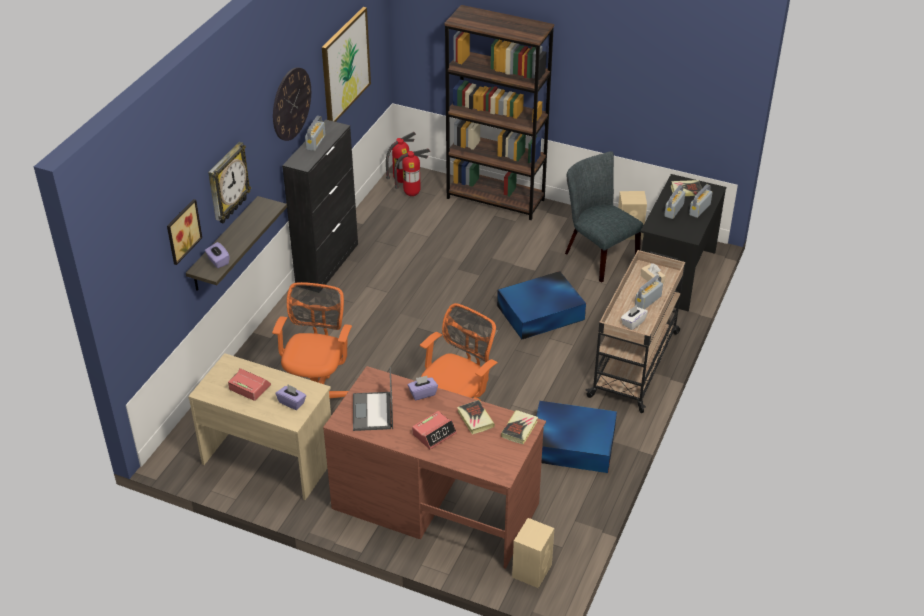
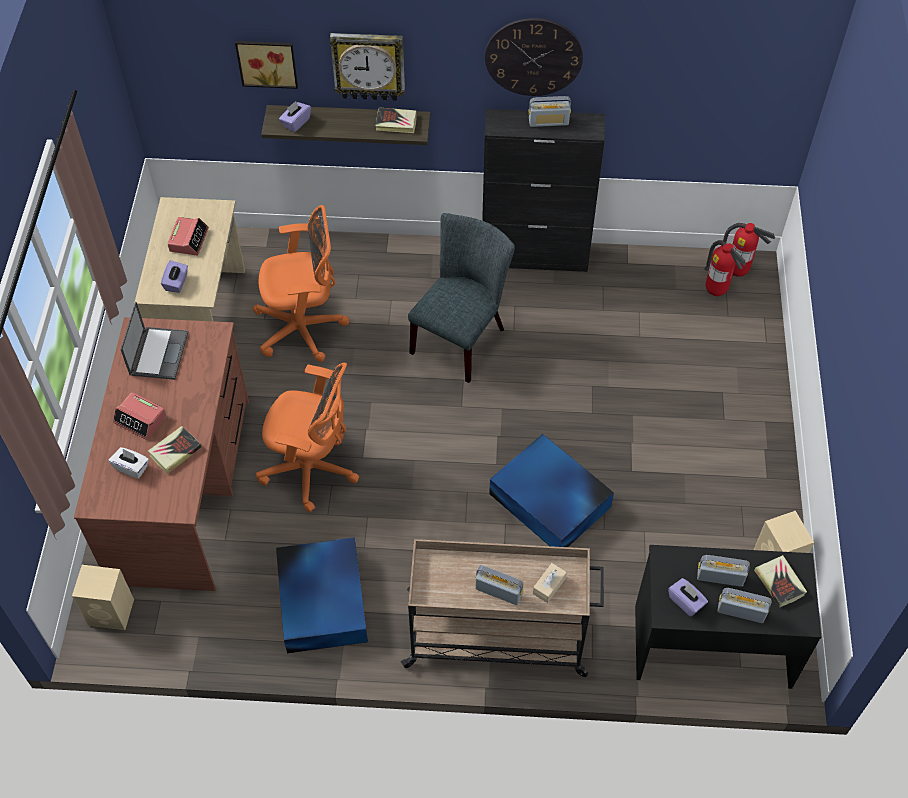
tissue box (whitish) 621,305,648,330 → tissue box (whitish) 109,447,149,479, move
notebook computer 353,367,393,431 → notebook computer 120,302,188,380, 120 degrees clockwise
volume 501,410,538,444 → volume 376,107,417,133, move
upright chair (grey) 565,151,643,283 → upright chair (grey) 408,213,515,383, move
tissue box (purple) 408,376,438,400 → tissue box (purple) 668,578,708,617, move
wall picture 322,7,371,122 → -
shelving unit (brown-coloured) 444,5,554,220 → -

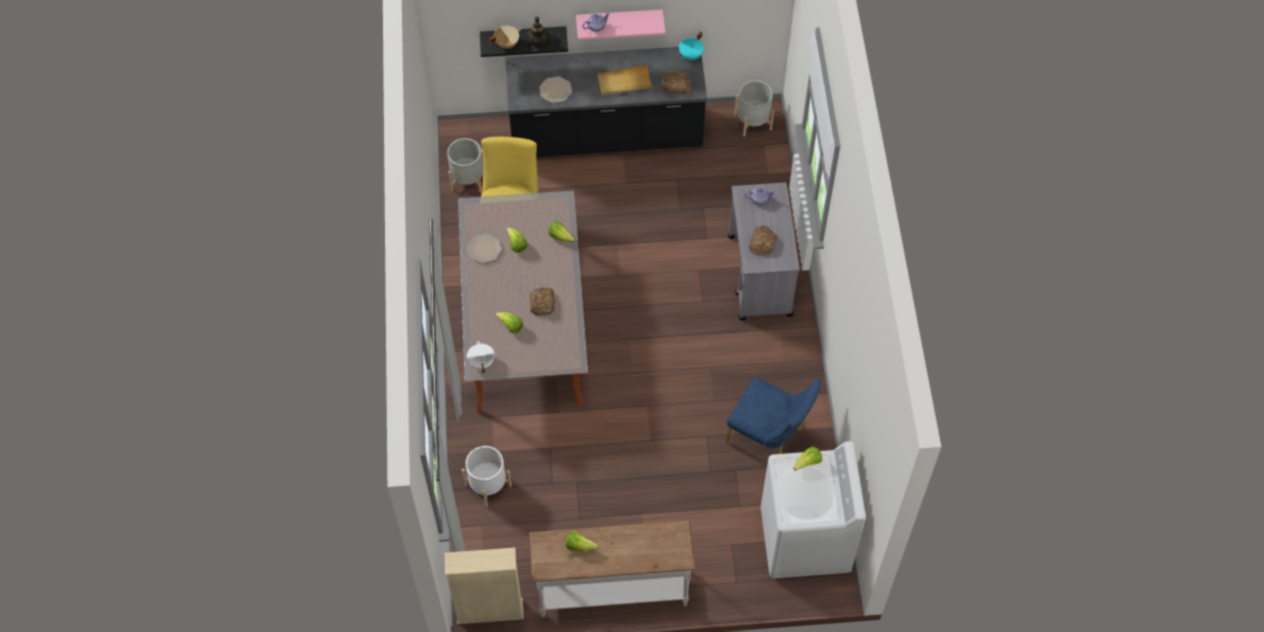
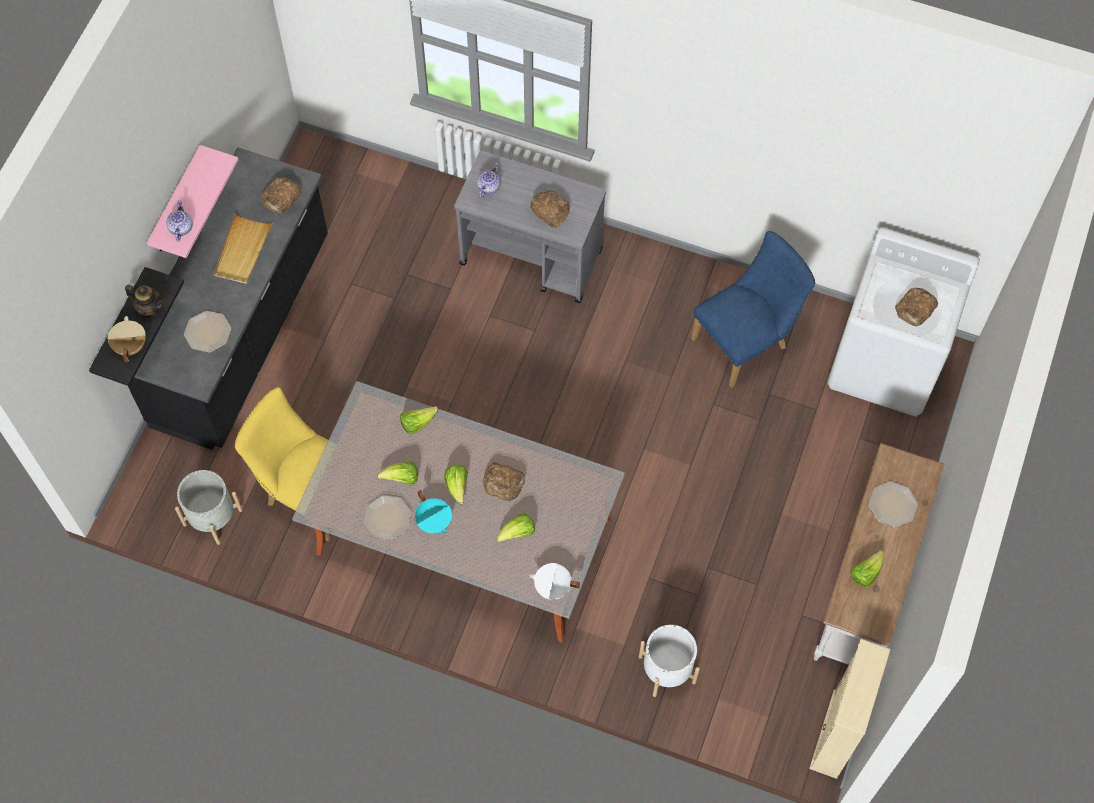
saucepot (turquoise-coloured) 679,31,704,60 → saucepot (turquoise-coloured) 415,490,452,534, move
lettuce 793,446,822,471 → lettuce 444,465,468,504, move
- → plate 869,482,918,527
- → bakery bread 895,288,938,326
flower pot (grey) 734,80,774,137 → -

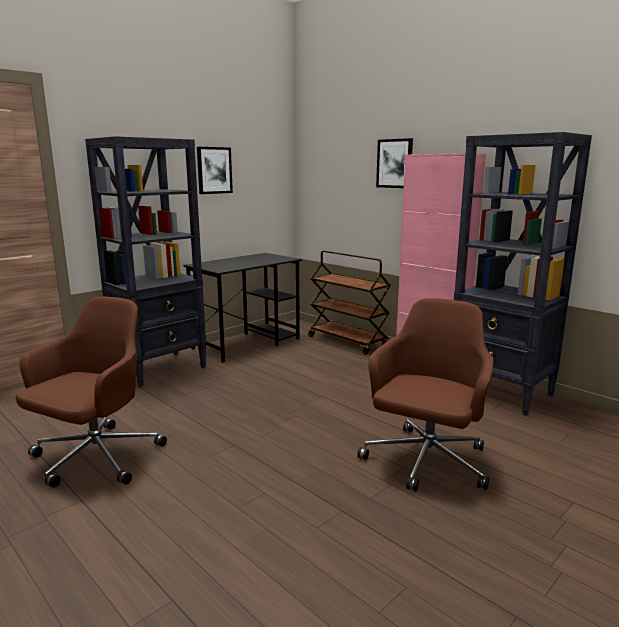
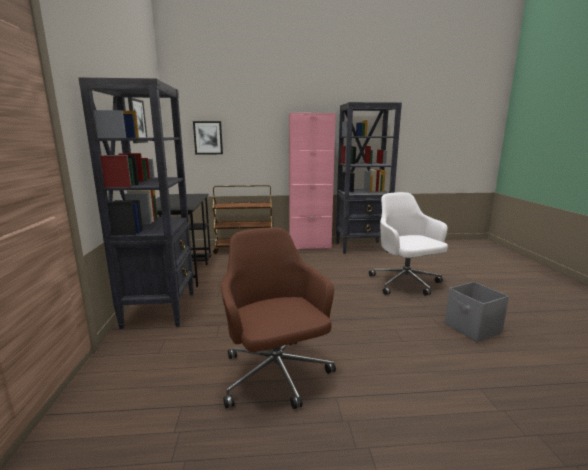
wall picture 376,138,413,188 → wall picture 193,121,223,154, move
office chair (brown-coloured) 357,298,493,491 → office chair (whitish) 369,192,448,296
- → storage box (grey) 445,282,509,342

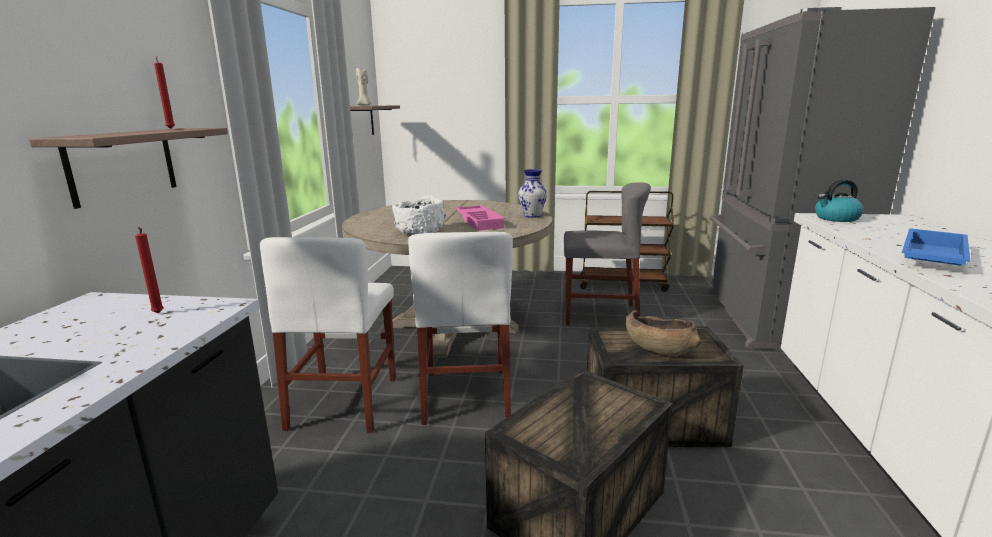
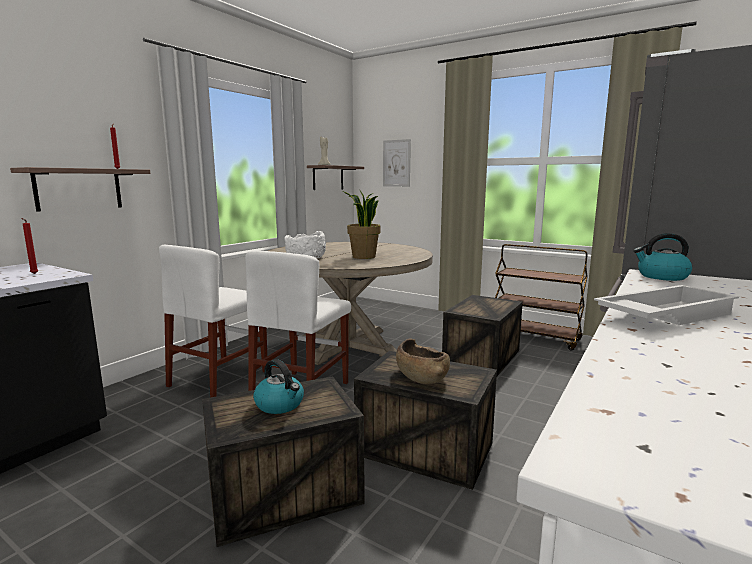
- → kettle 253,359,304,414
tray (pink) 455,205,506,231 → plant in a pot 343,191,380,259
- → wall picture 383,139,411,187
upright chair (grey) 564,182,651,326 → crate 442,295,523,376
tray (bluish) 902,228,970,266 → tray (whitish) 594,285,739,325
flower vase 518,169,547,218 → -

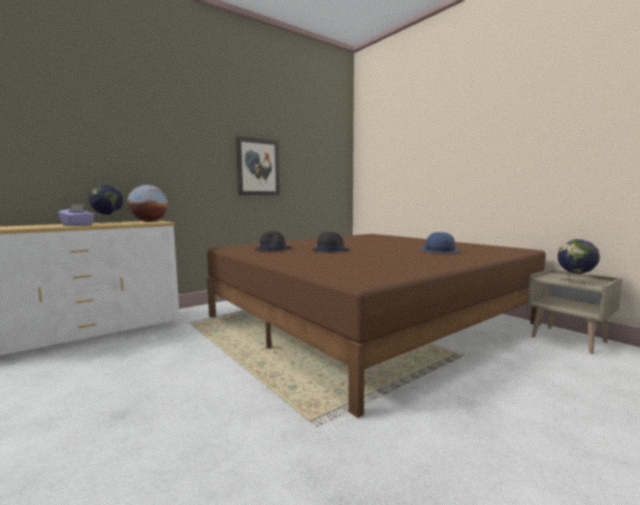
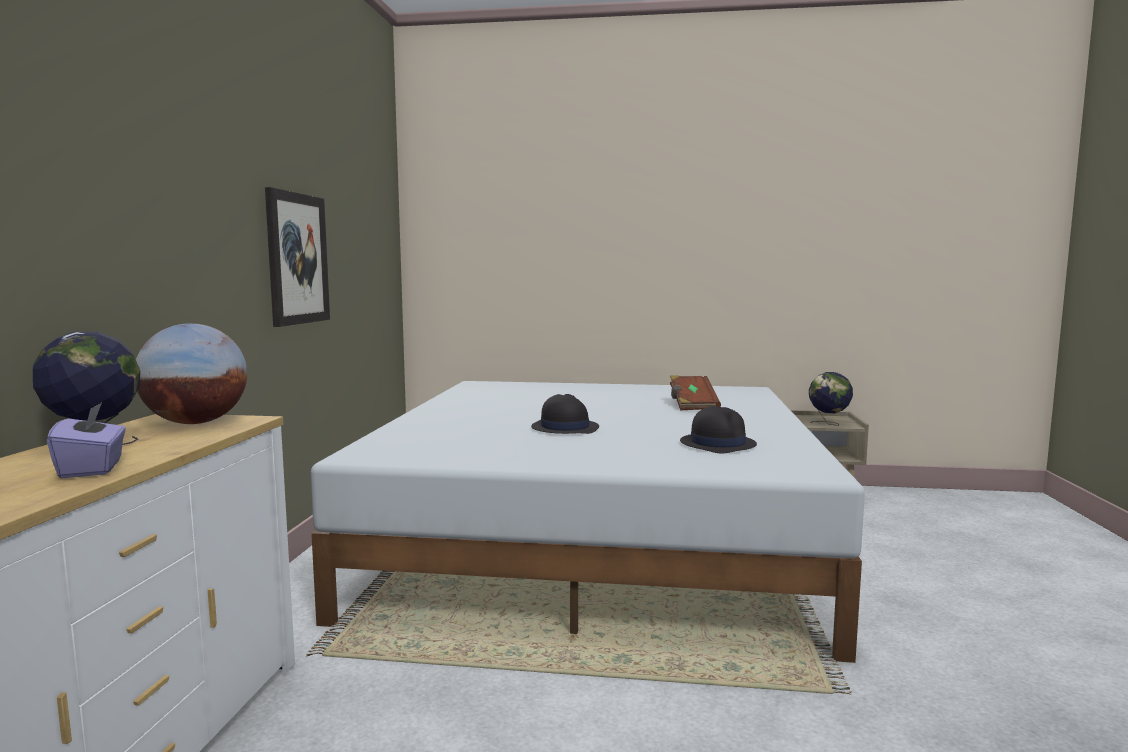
bedroom bed (brown-coloured) 207,234,546,418 → bedroom bed (whitish) 311,381,865,663
clothing hat (bluish) 420,232,461,253 → volume (brown-coloured) 670,375,721,410
clothing hat (black) 255,231,291,251 → clothing hat (black) 680,406,757,454, move

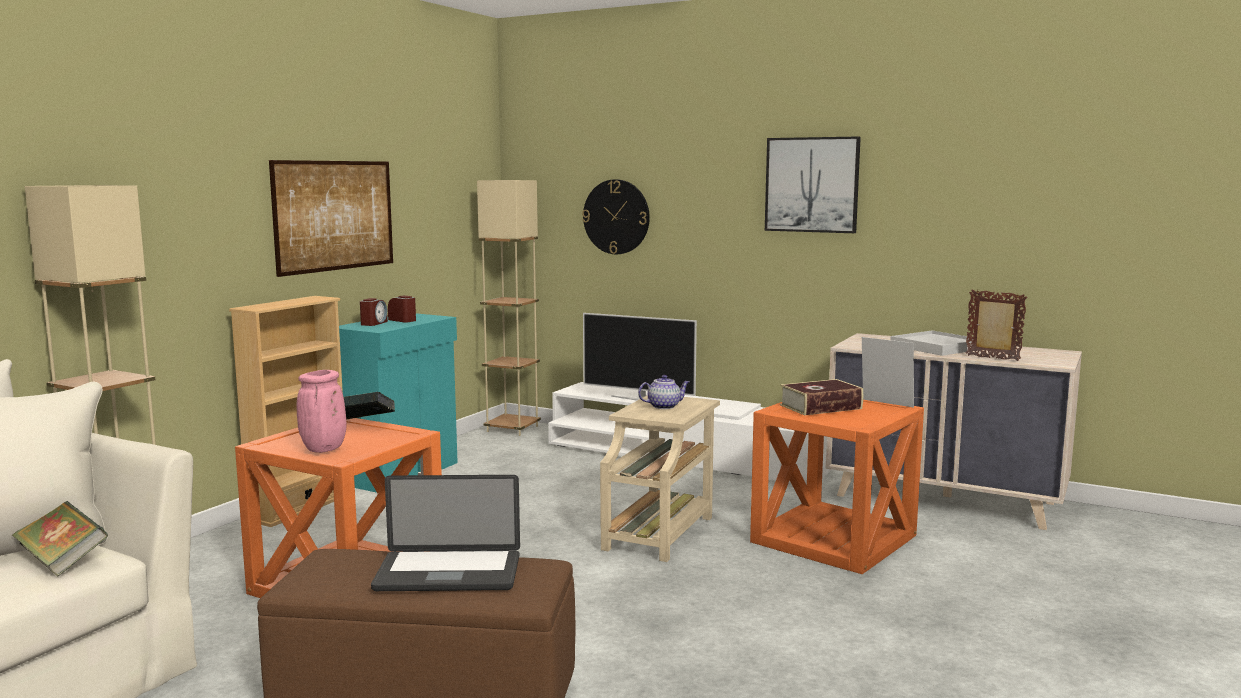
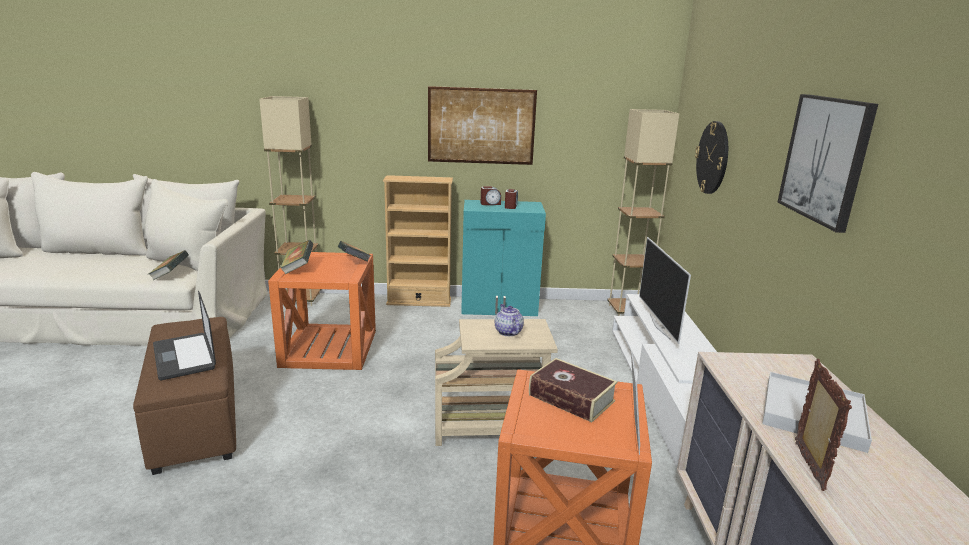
flower vase (pink) 297,370,347,453 → volume 280,240,314,274
teapot 638,375,689,409 → teapot 495,304,524,336, 150 degrees counterclockwise

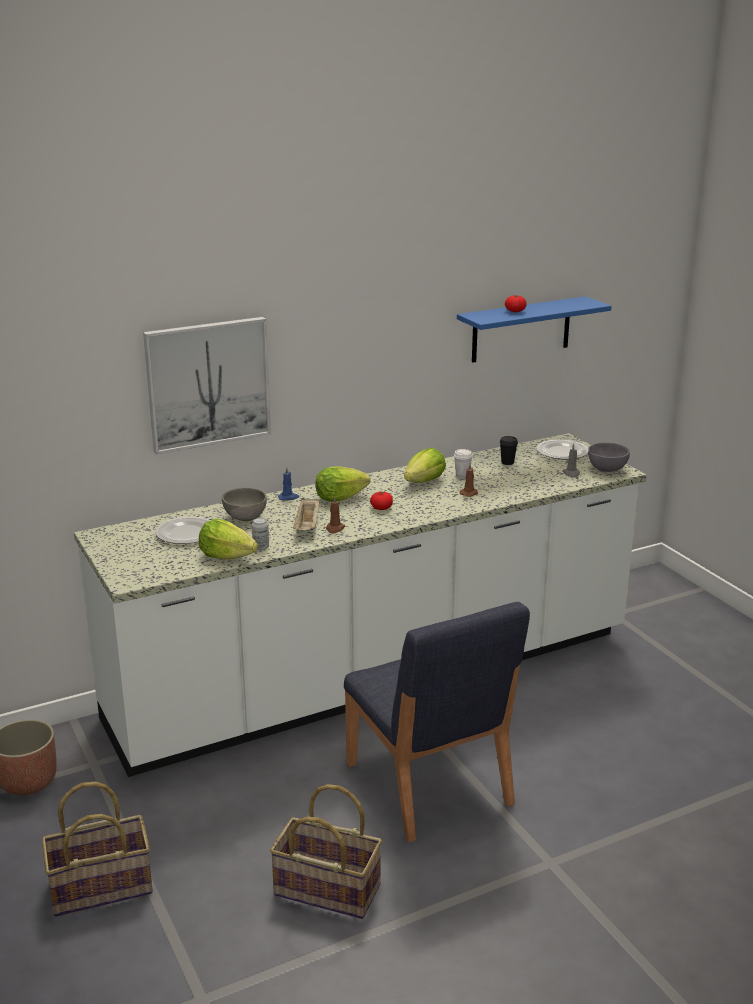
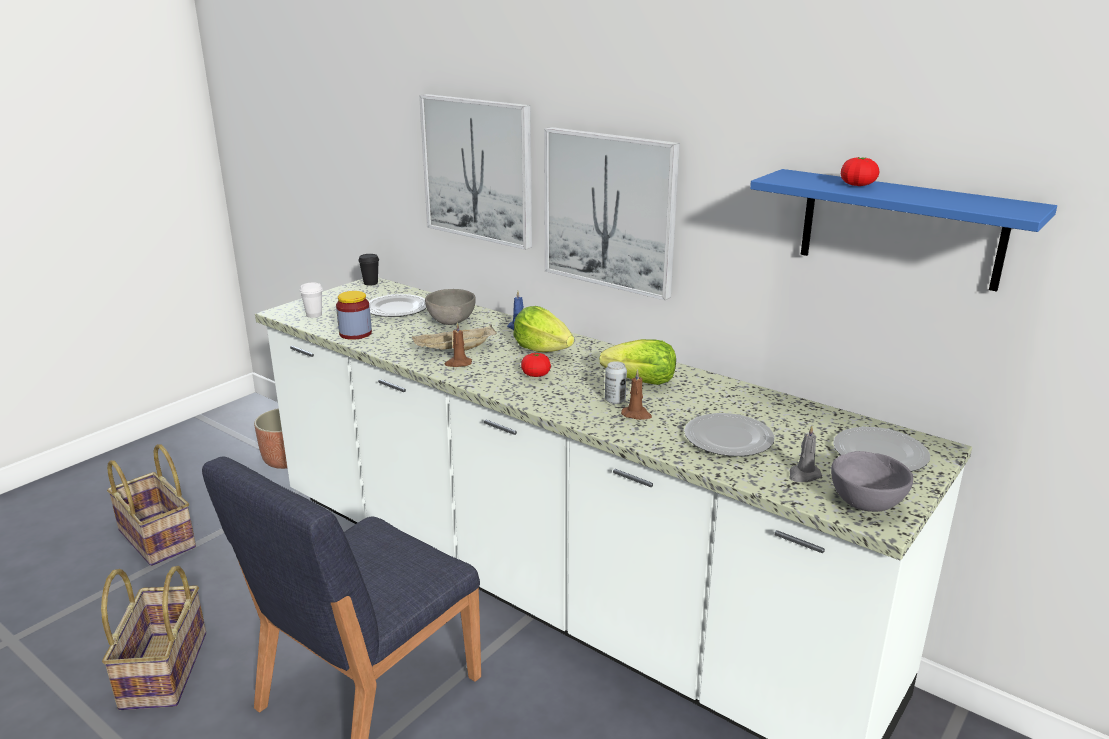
cup (whitish) 454,449,473,479 → cup (whitish) 300,283,323,318, move
lettuce 199,519,258,559 → preserve jar 336,291,372,340
cup (black) 500,436,518,465 → cup (black) 359,254,379,286, move
- → wall picture 544,127,680,300
sealed can 252,518,269,551 → sealed can 605,361,627,404, move
- → plate 684,413,775,456

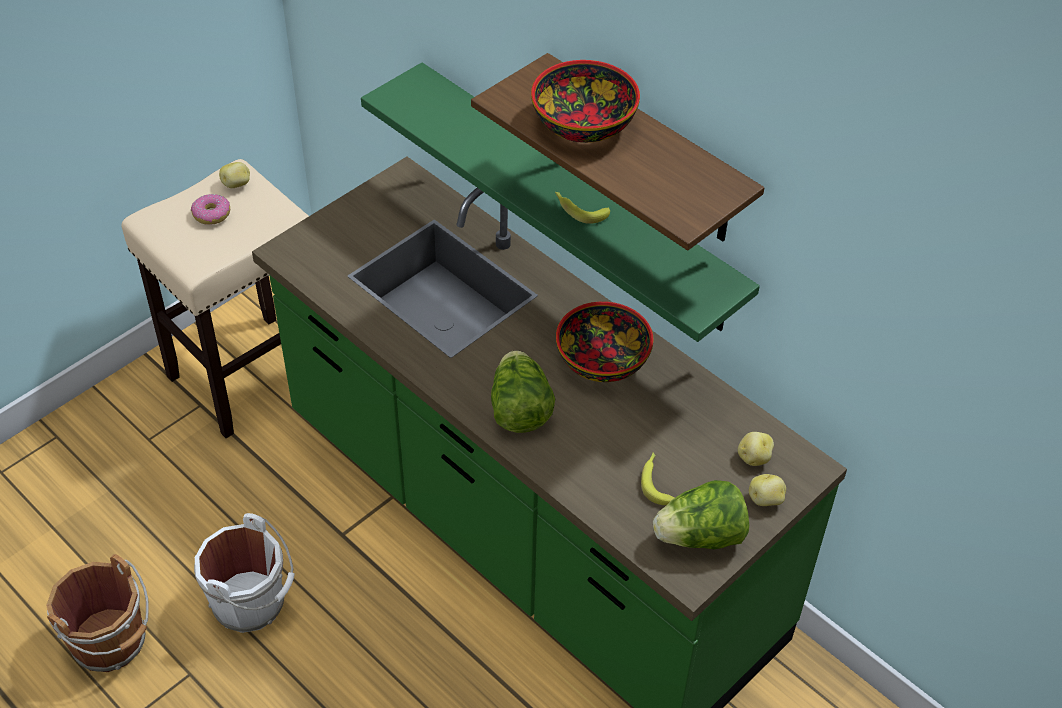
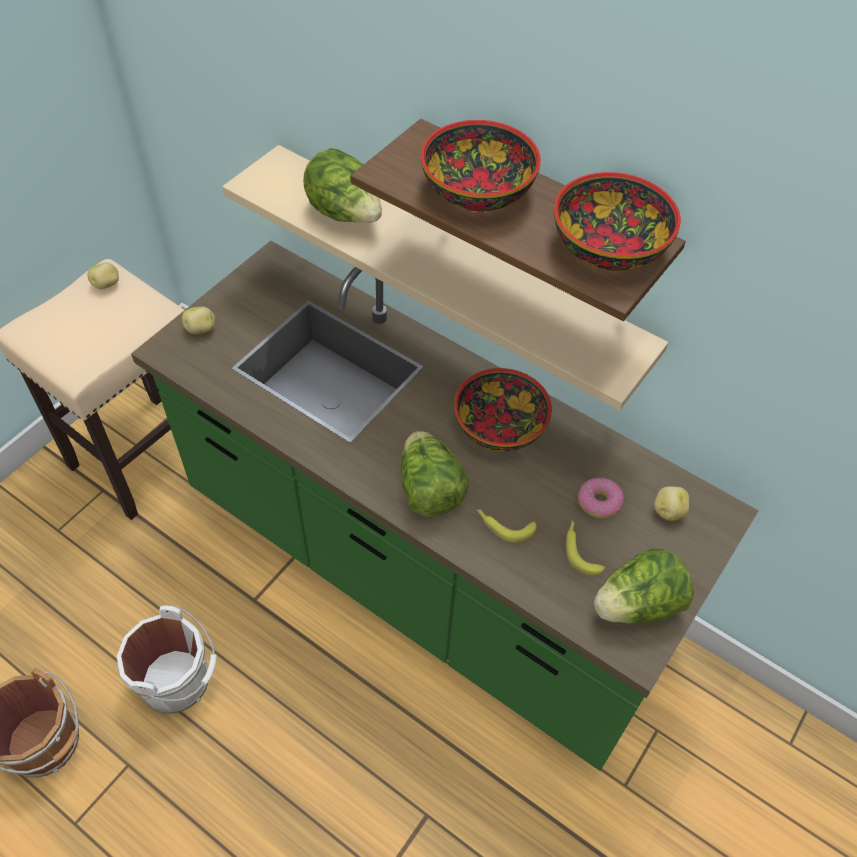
potato 749,474,786,506 → potato 182,307,215,334, move
shelf (green) 361,63,760,342 → shelf (sand-coloured) 222,145,668,410
- → lettuce 304,148,382,222
banana fruit 555,192,610,224 → banana fruit 477,509,537,543, move
- → serving bowl 554,172,681,271
ring doughnut 191,194,230,225 → ring doughnut 578,478,624,519, move

